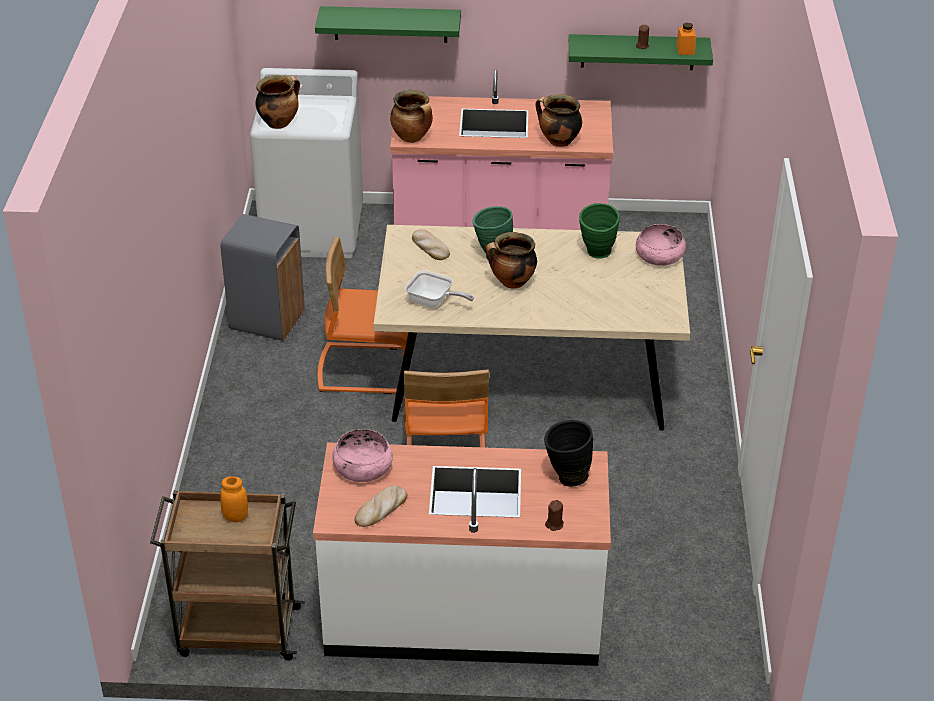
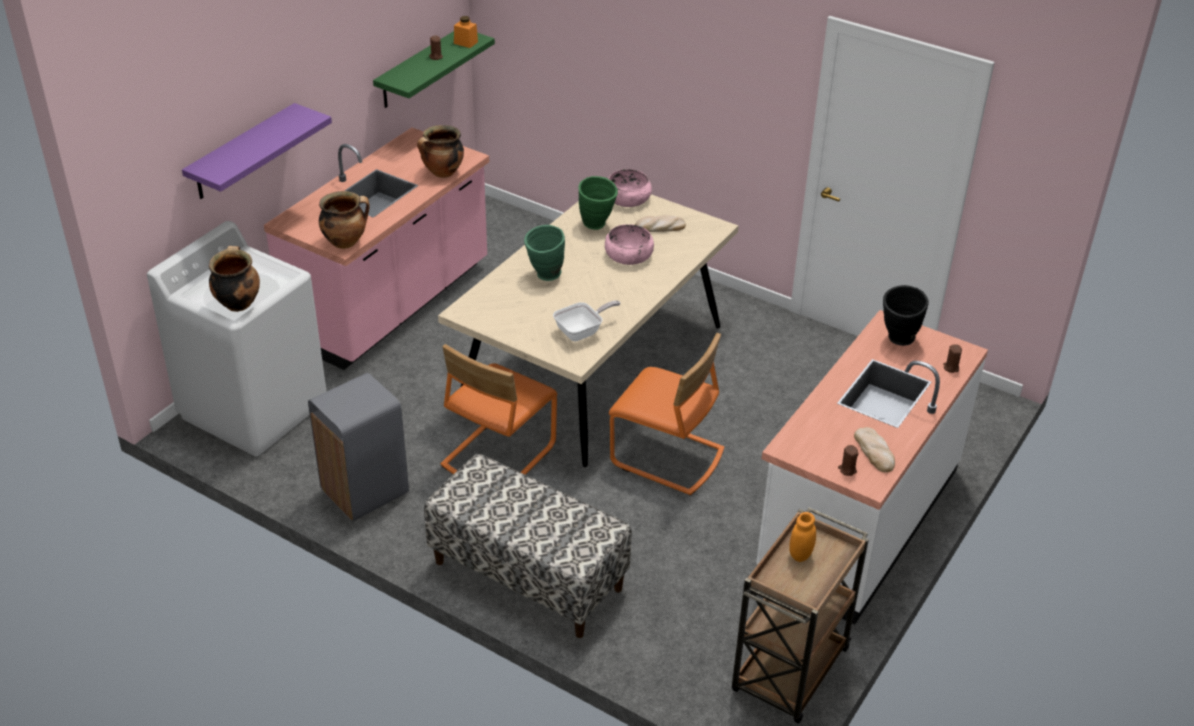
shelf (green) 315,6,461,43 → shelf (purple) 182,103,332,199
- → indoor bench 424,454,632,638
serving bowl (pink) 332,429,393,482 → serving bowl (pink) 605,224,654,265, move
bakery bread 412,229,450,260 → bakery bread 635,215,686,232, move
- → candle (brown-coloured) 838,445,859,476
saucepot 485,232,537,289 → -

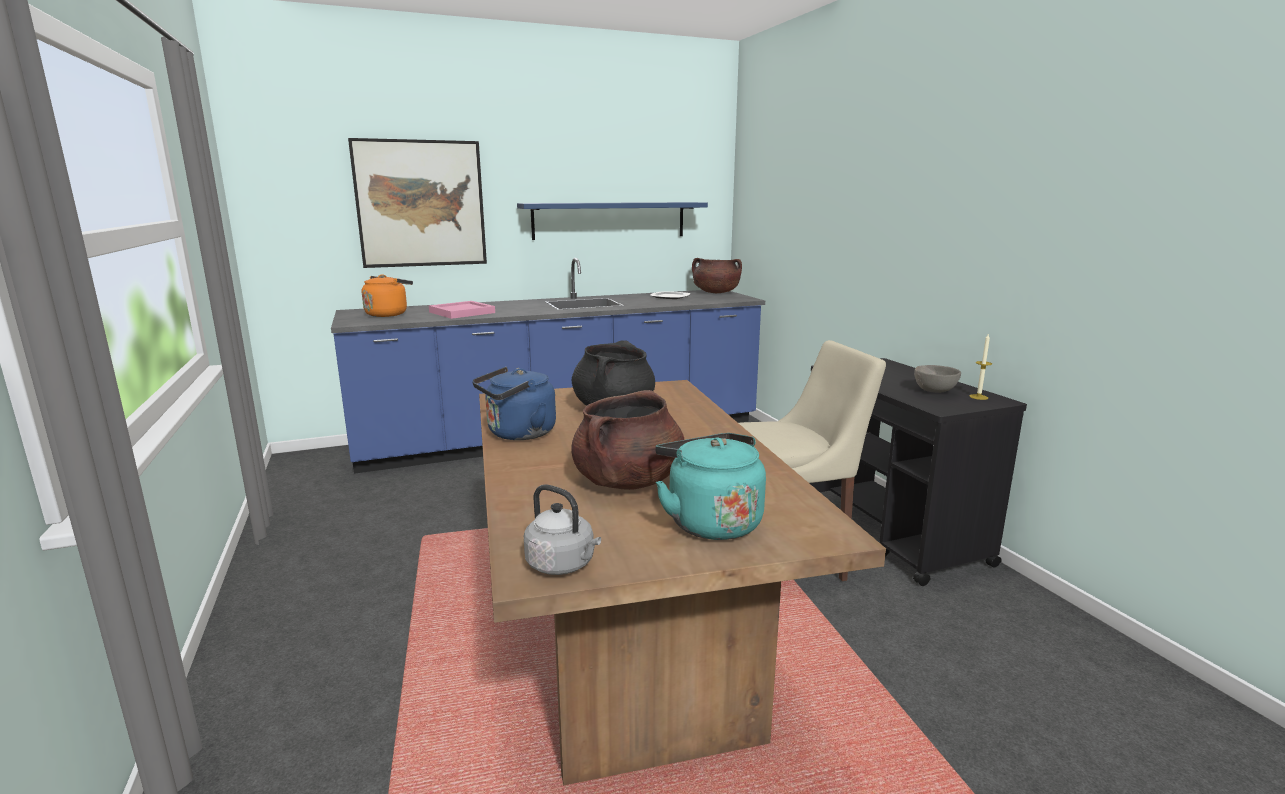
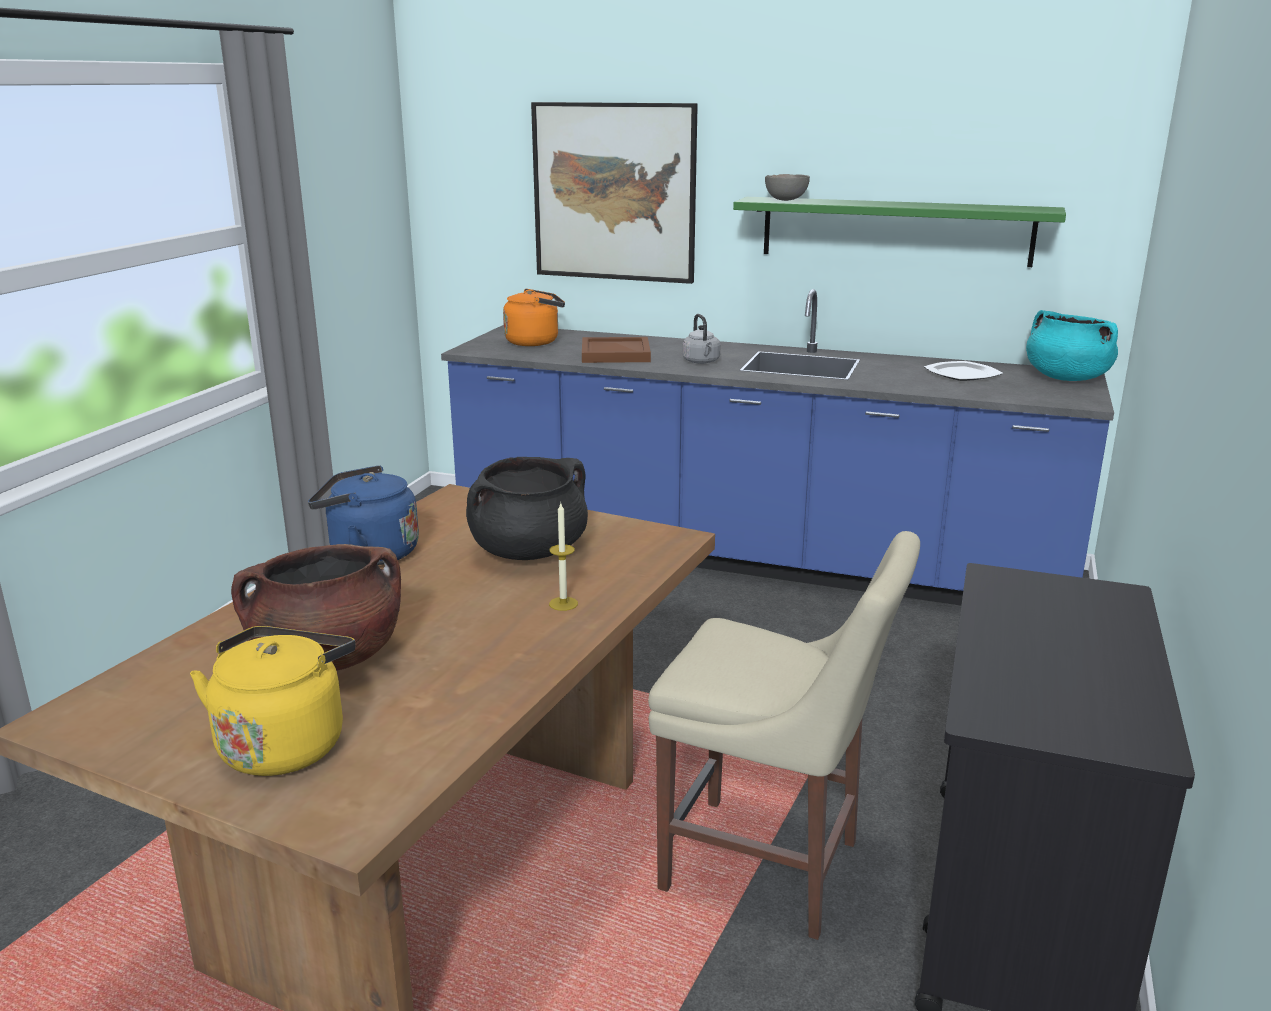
kettle (turquoise-coloured) 655,433,766,540 → kettle (yellow-coloured) 190,626,355,776
candle 969,334,992,400 → candle 549,503,578,611, move
tray (pink) 429,301,495,319 → tray (brown-coloured) 582,337,651,363
kettle (grey) 524,484,601,575 → kettle (grey) 682,314,721,364, move
shelf (bluish) 517,202,708,240 → shelf (green) 733,197,1066,267
serving bowl (grey) 914,365,961,393 → serving bowl (grey) 765,174,810,201, move
saucepot (brown-coloured) 692,258,742,293 → saucepot (turquoise-coloured) 1026,310,1118,381

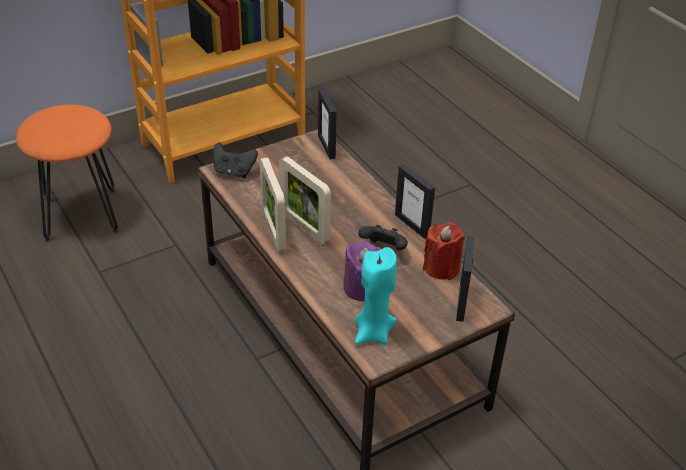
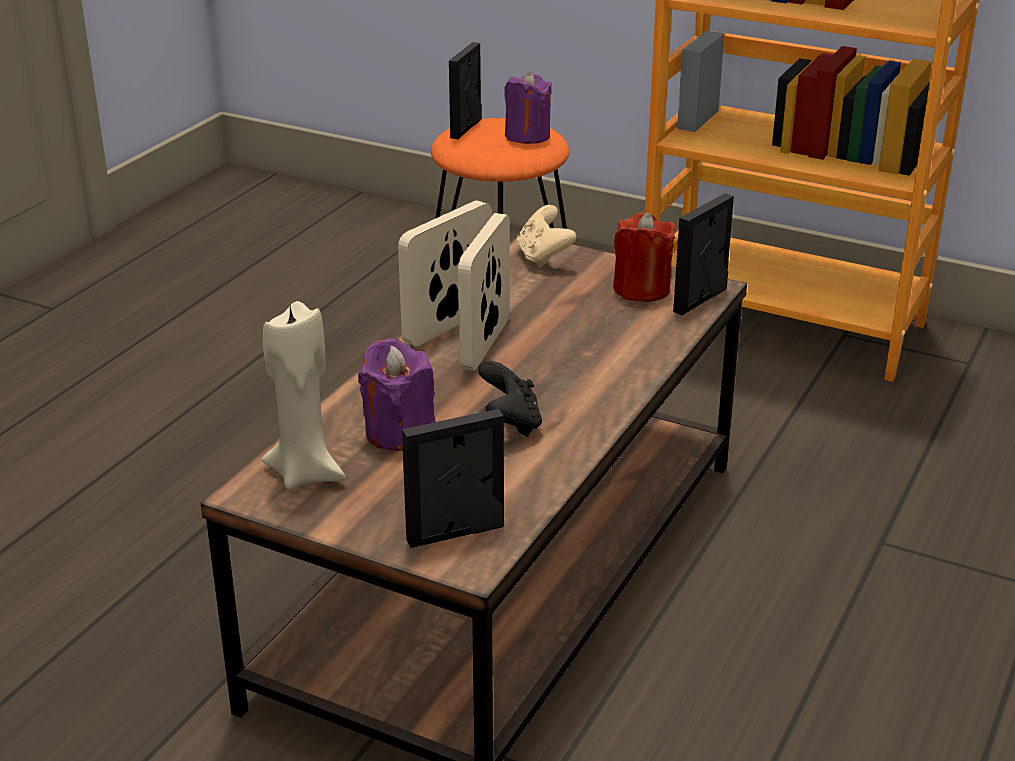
candle (turquoise-coloured) 355,247,397,345 → candle (sand-coloured) 262,301,345,490
standing frame 395,164,435,239 → standing frame 449,42,482,139, move
- → candle (purple) 504,71,552,144
game controller (black) 213,142,258,178 → game controller (sand-coloured) 516,205,576,268
candle (red-coloured) 423,222,465,280 → candle (red-coloured) 613,212,675,302, move

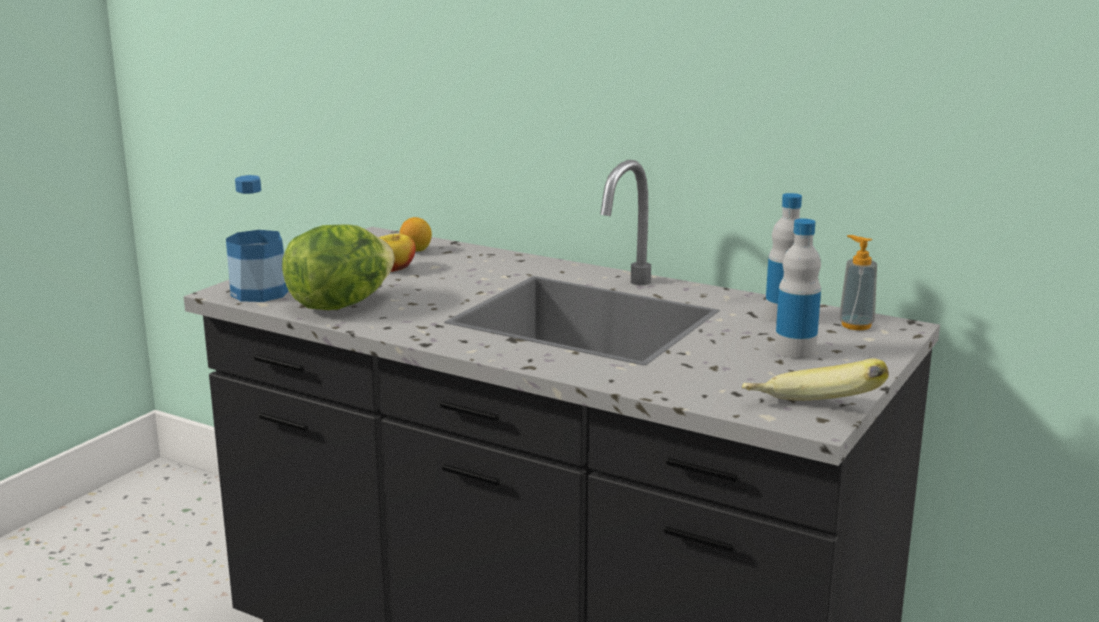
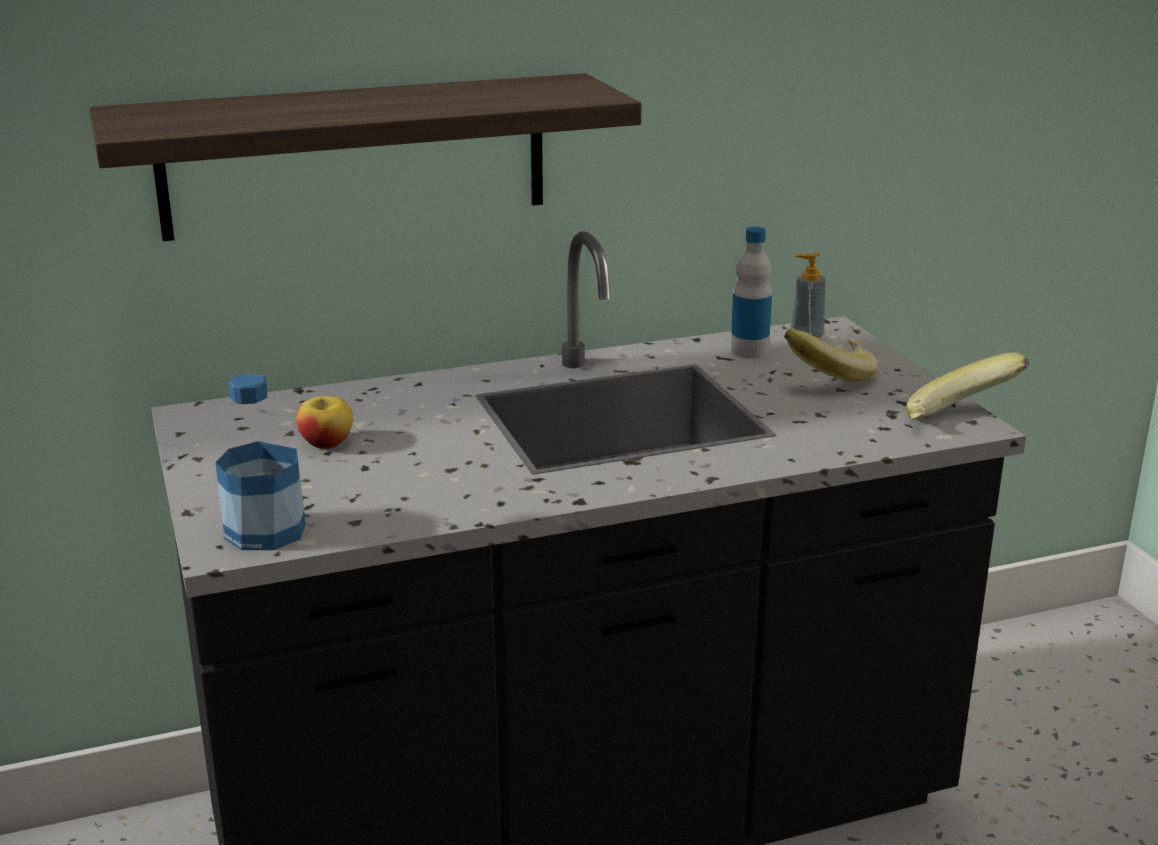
- → shelf 89,73,641,241
beverage bottle 775,218,821,359 → banana fruit 784,329,878,382
lettuce 282,225,394,310 → -
lemon 399,217,432,252 → -

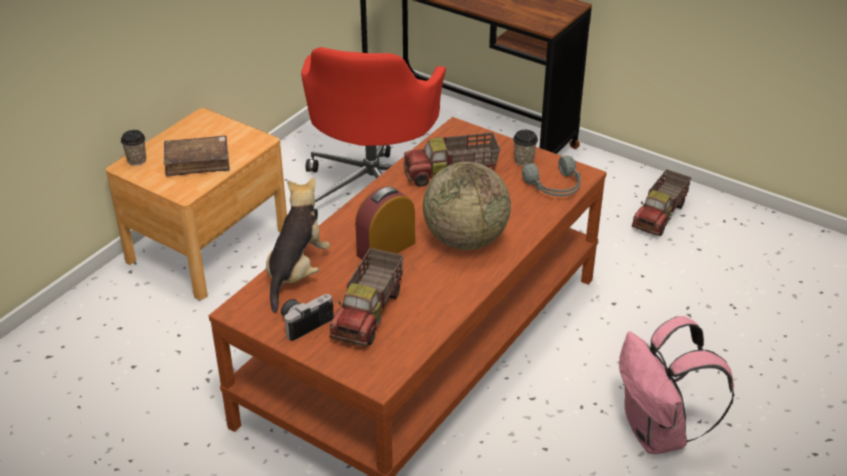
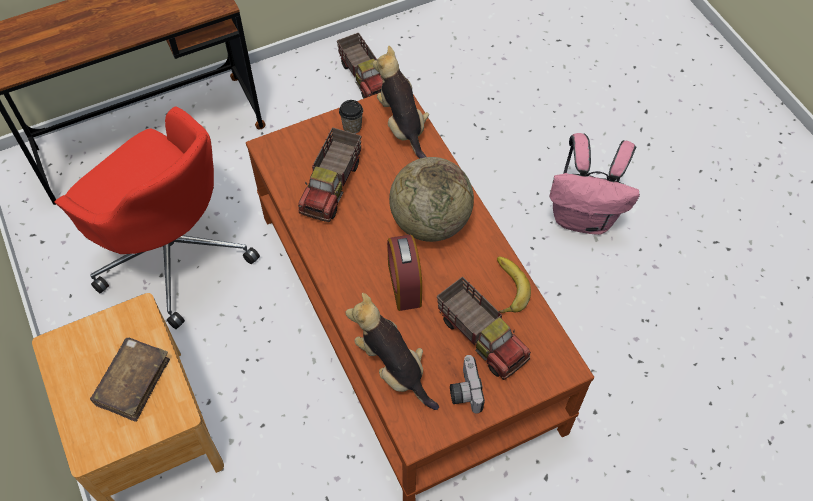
pair of headphones (grey) 522,156,581,196 → cuddly toy 373,46,429,159
- → banana fruit 497,256,531,313
cup 121,130,146,166 → -

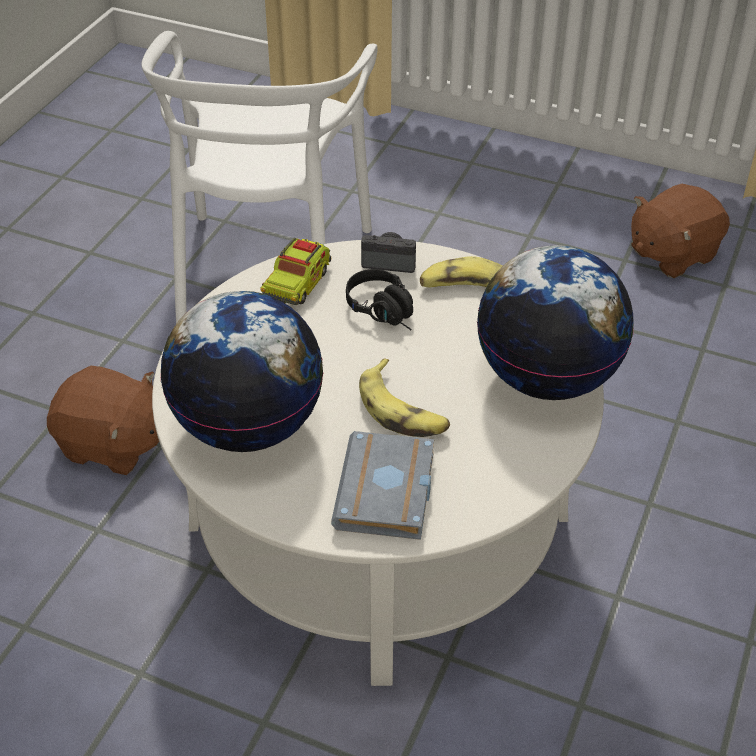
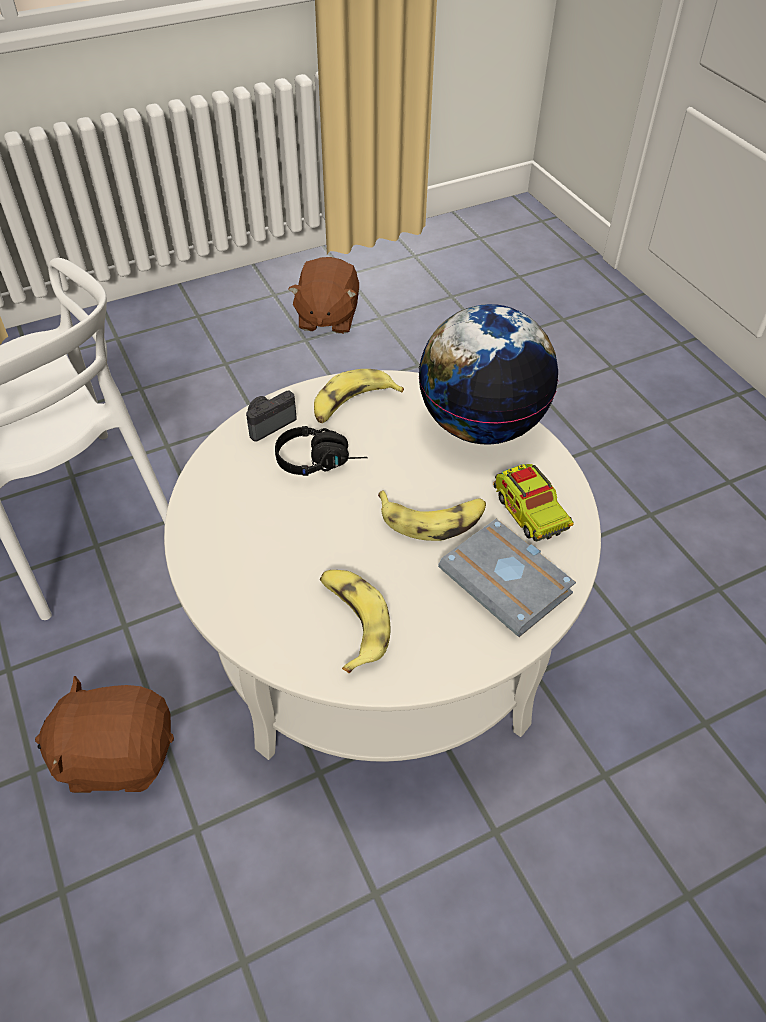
cuddly toy (brown-coloured) 47,366,159,475 → cuddly toy (brown-coloured) 35,676,174,793, 150 degrees counterclockwise
desk globe 160,291,324,452 → banana fruit 320,570,390,673
model truck 260,238,331,305 → model truck 493,464,574,541, move

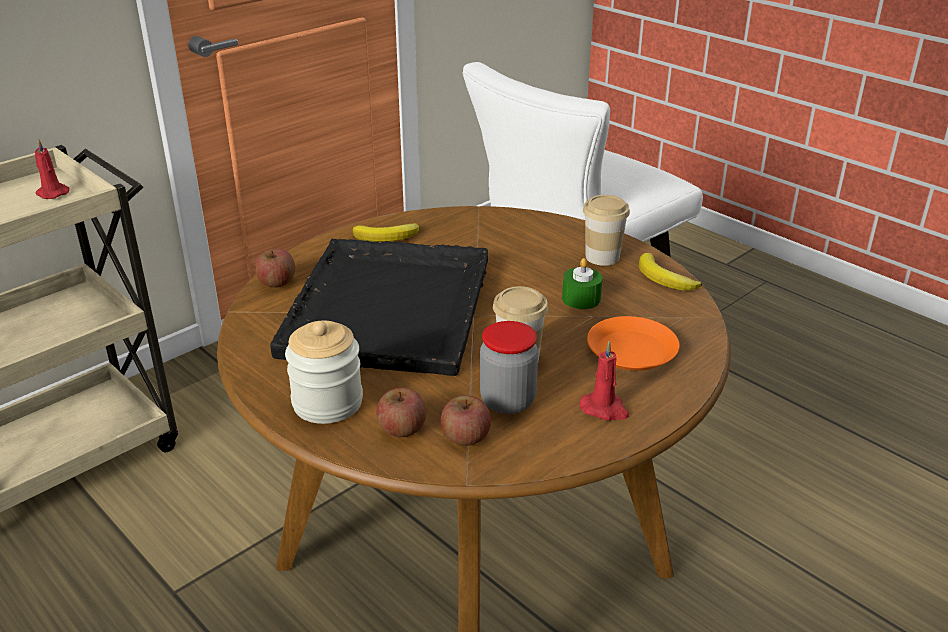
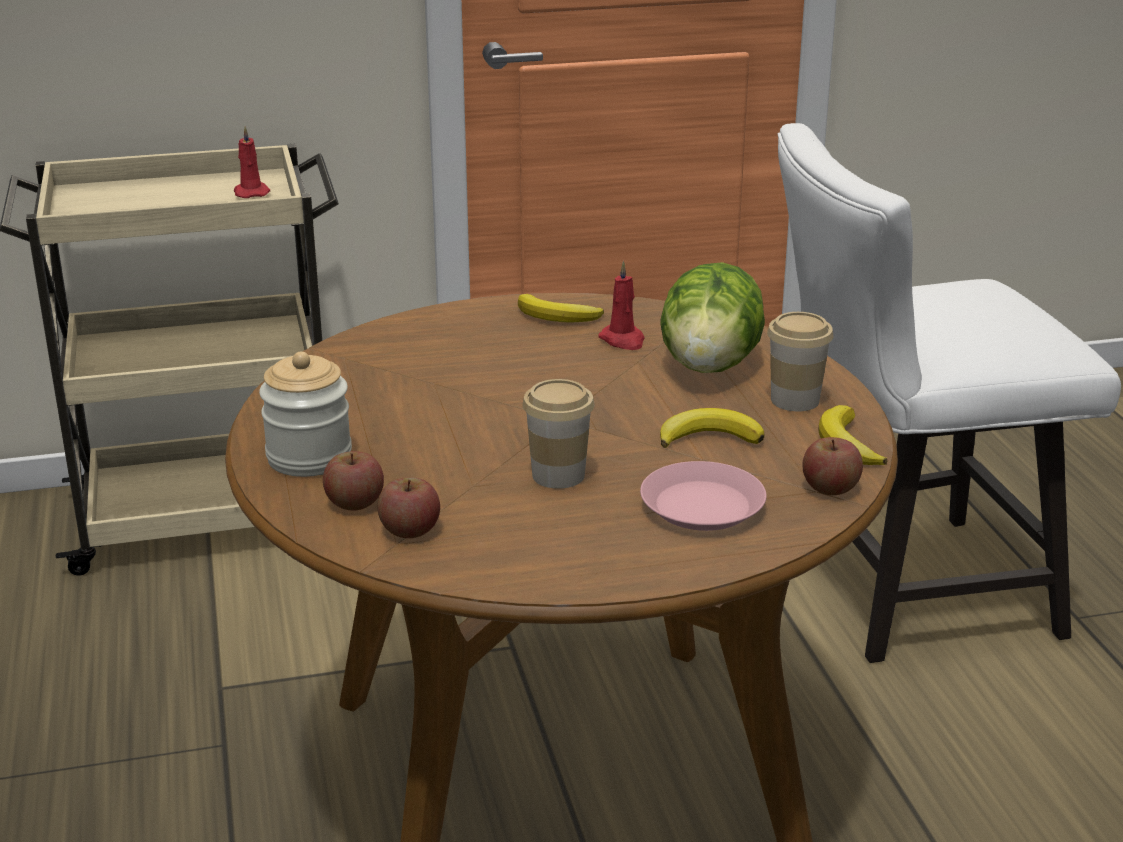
candle (red-coloured) 580,340,629,421 → candle (red-coloured) 598,261,645,350, move
plate (orange) 587,316,680,371 → plate (pink) 640,461,767,531
- → lettuce 660,262,765,373
candle (green) 562,258,603,309 → banana fruit 660,408,764,448
apple 255,249,295,287 → apple 803,437,863,495, move
tray (black) 270,239,488,376 → -
preserve jar 480,321,538,414 → -

